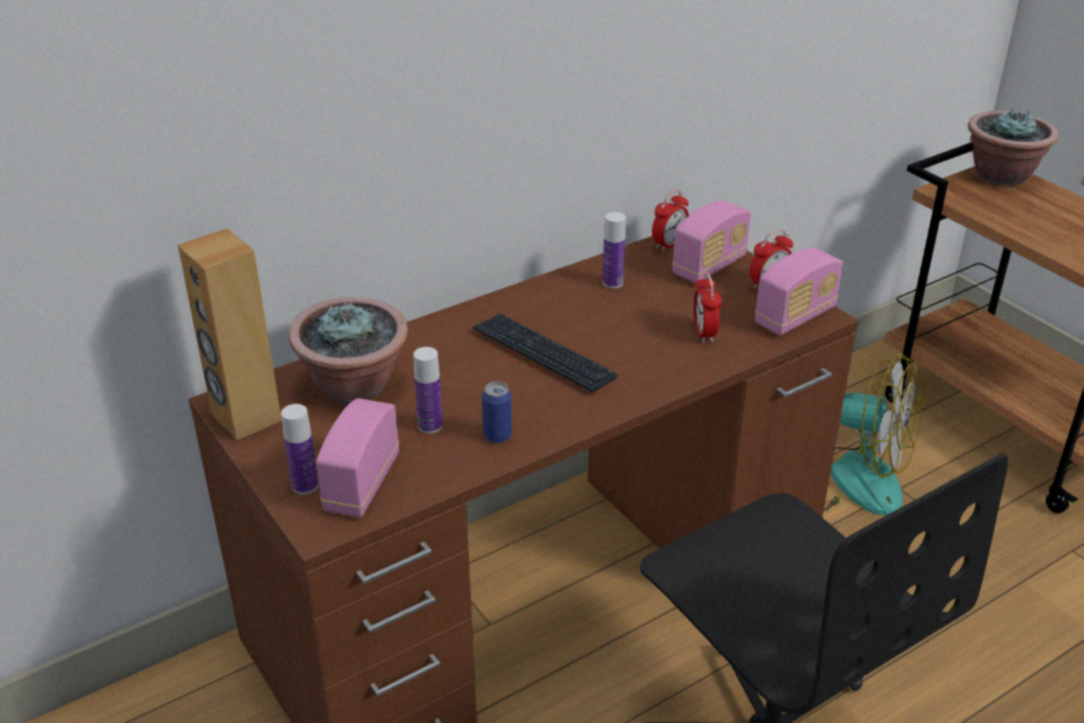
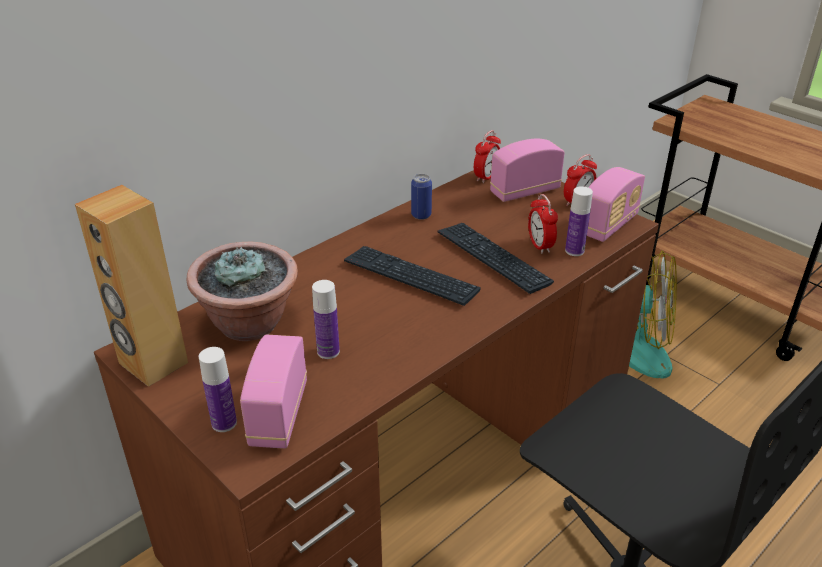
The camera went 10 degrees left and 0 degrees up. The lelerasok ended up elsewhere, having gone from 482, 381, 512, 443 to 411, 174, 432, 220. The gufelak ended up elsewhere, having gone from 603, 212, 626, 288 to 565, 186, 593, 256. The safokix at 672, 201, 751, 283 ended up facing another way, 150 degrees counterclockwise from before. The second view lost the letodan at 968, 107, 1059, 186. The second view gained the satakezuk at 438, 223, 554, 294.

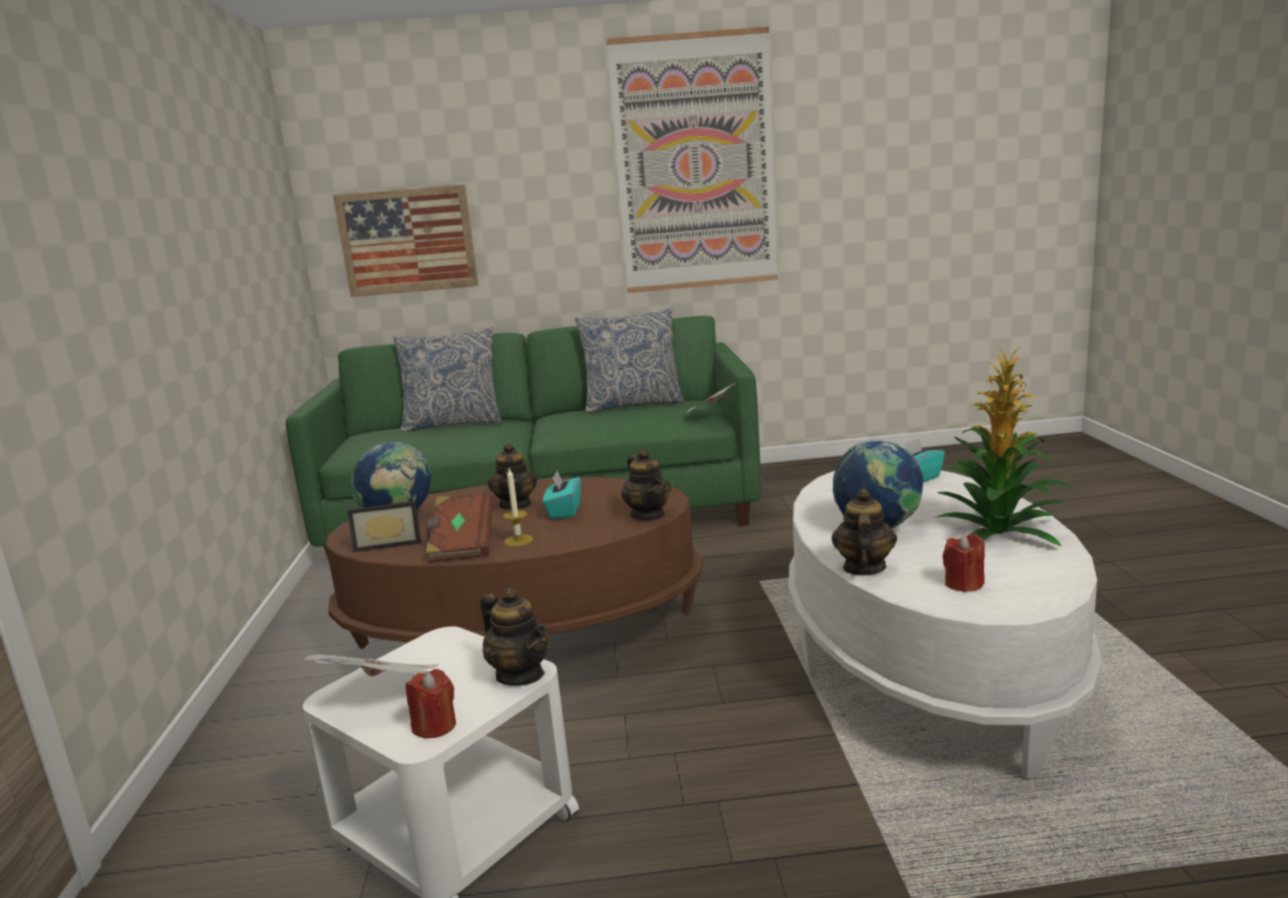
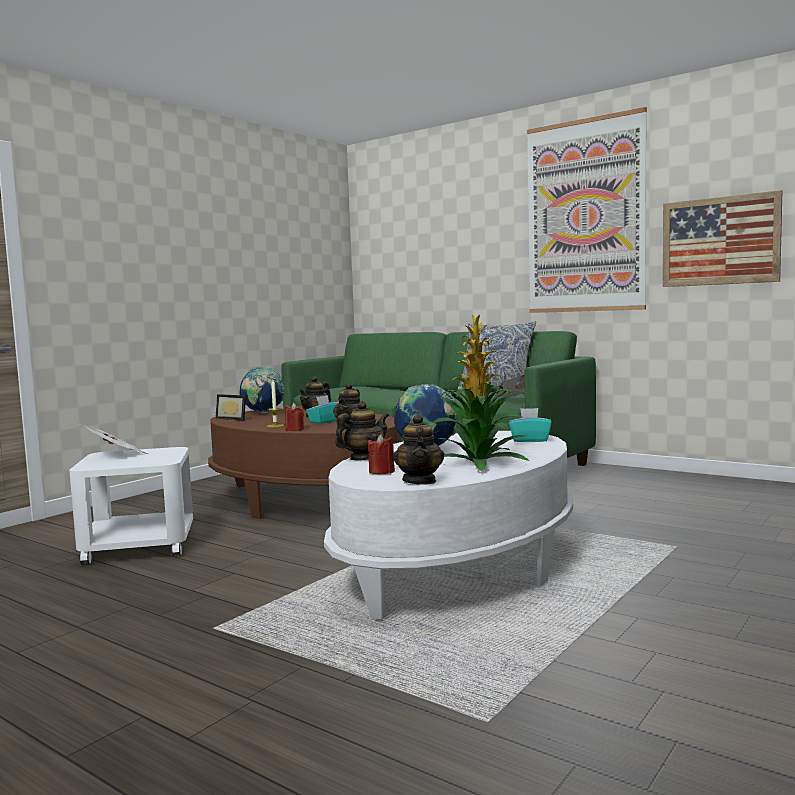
The camera went 40 degrees right and 10 degrees down. The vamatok ended up elsewhere, having gone from 333, 184, 478, 297 to 663, 190, 782, 287. The second view lost the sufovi at 393, 327, 503, 432. The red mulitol ended up elsewhere, having gone from 406, 669, 456, 738 to 285, 403, 304, 431. The second view lost the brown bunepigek at 425, 493, 494, 563. The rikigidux ended up elsewhere, having gone from 480, 588, 549, 686 to 393, 414, 444, 485.

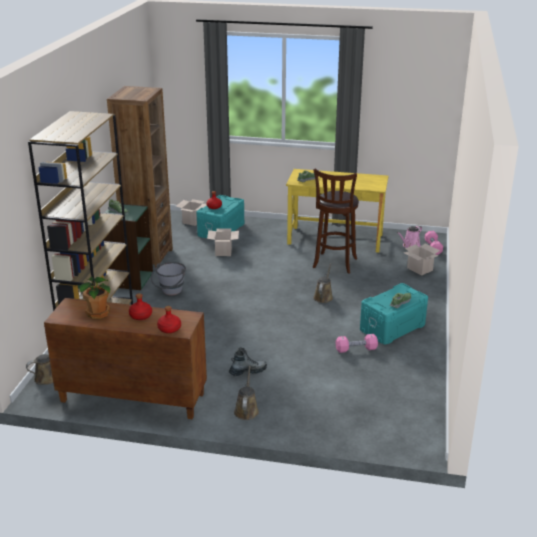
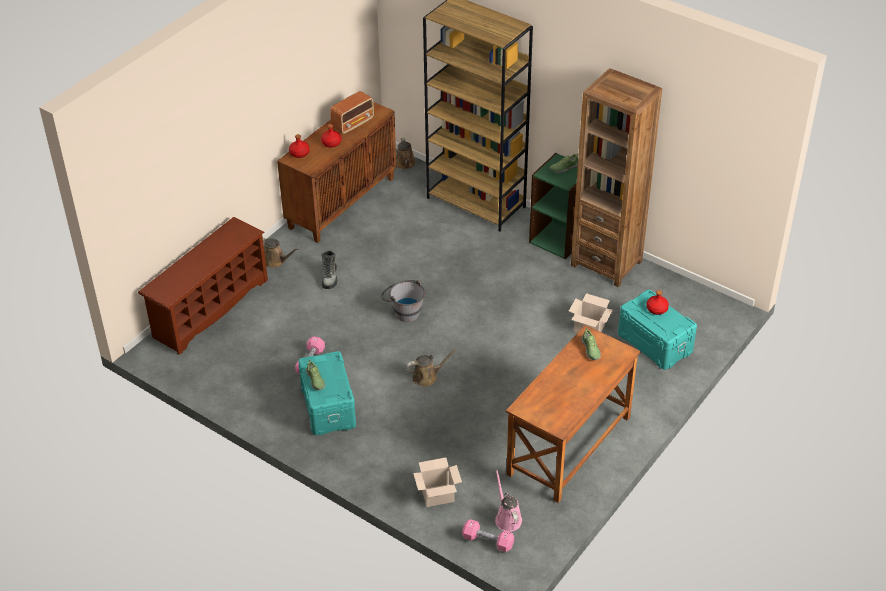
The camera went 115 degrees right and 15 degrees up. Where the letodan stood at 79, 277, 111, 319, the safokix came to stand at 330, 91, 374, 134. The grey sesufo ended up elsewhere, having gone from 151, 262, 186, 295 to 381, 280, 425, 322. The second view lost the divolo at 175, 199, 207, 226. What was the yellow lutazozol at 286, 169, 388, 253 turned into the brown lutazozol at 506, 325, 641, 503. The second view lost the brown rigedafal at 313, 168, 359, 274. The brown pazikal at 313, 263, 333, 303 ended up facing another way, 60 degrees counterclockwise from before. The second view gained the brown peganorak at 138, 217, 268, 355.

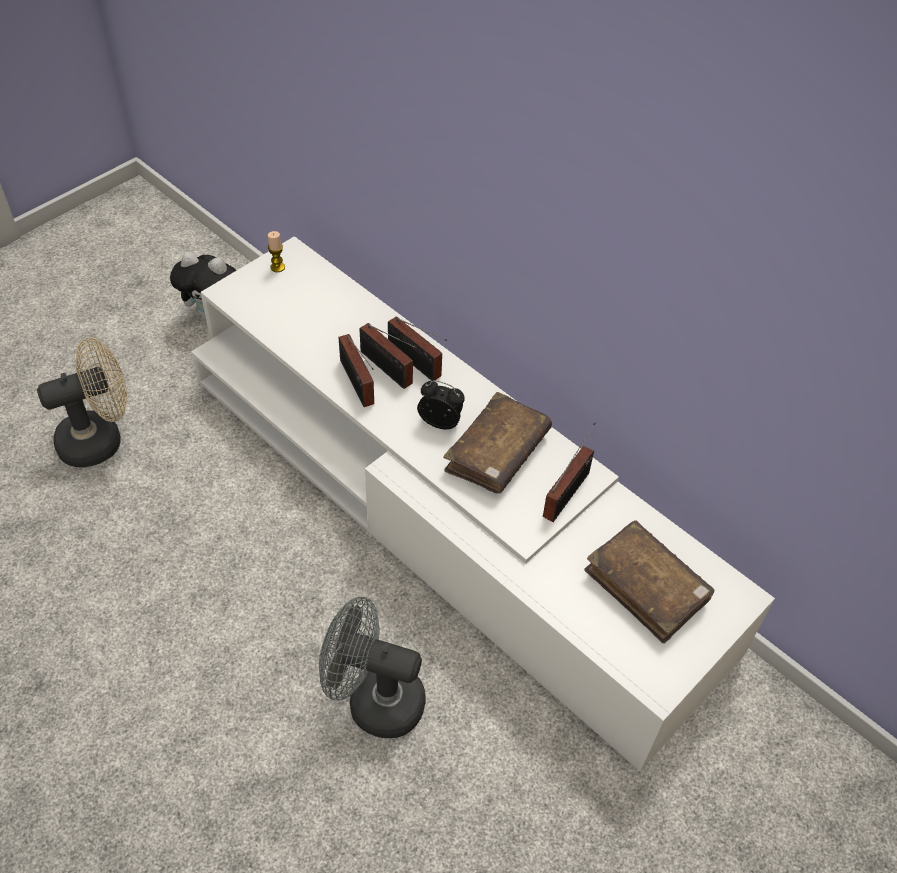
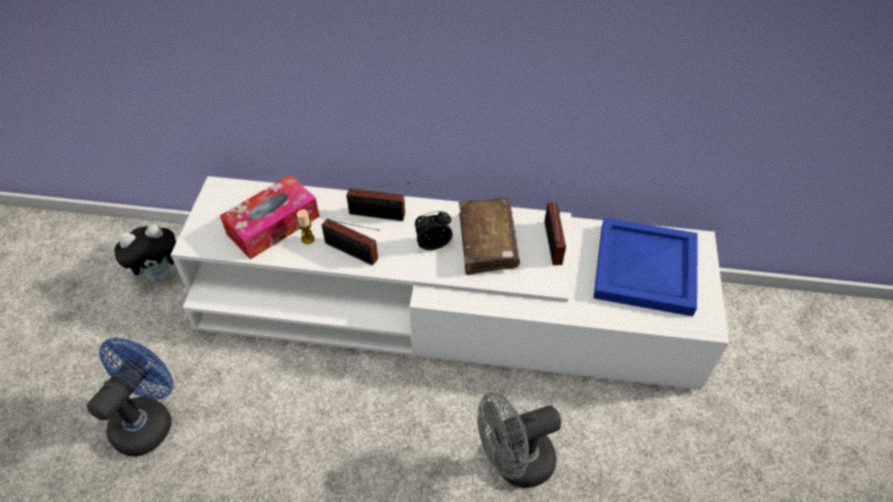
The camera went 35 degrees left and 0 degrees up. What was the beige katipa at 37, 337, 127, 468 turned into the blue katipa at 87, 338, 174, 456. The mulitol ended up elsewhere, having gone from 268, 231, 285, 272 to 297, 209, 315, 244. The second view lost the safokix at 359, 323, 417, 389. Where the brown bunepigek stood at 584, 520, 715, 644, the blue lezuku came to stand at 593, 218, 698, 316. The second view gained the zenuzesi at 220, 174, 319, 260.

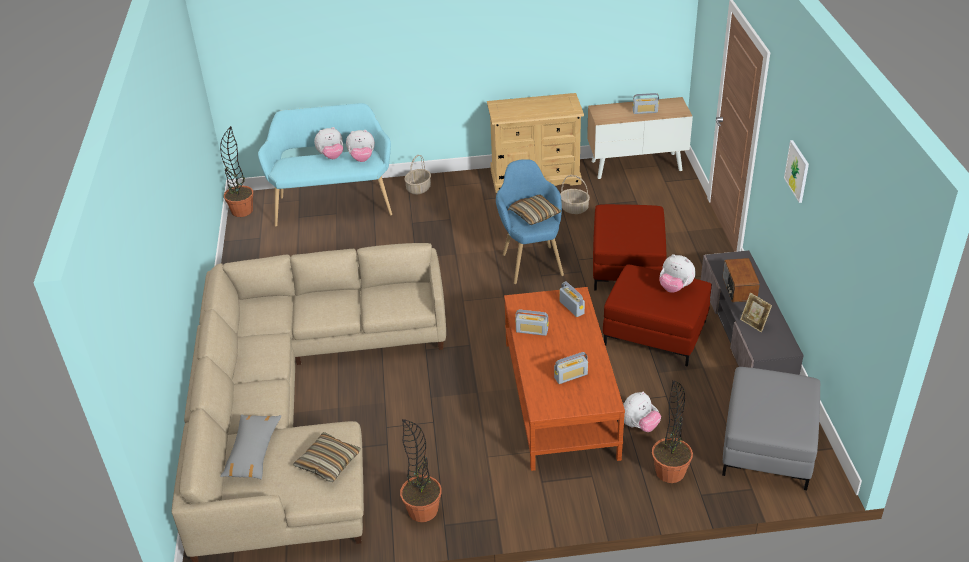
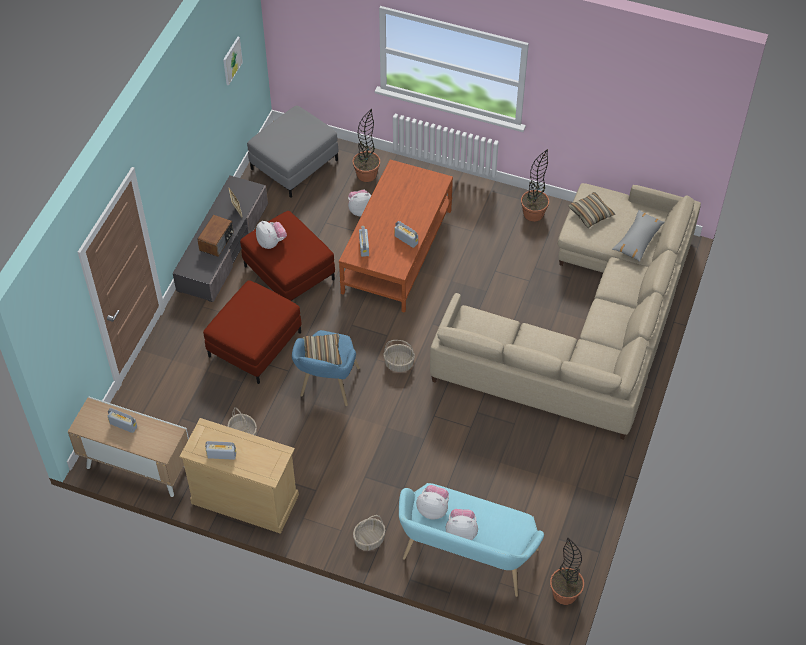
The camera went 155 degrees left and 15 degrees up. The safokix ended up elsewhere, having gone from 554, 352, 588, 384 to 205, 441, 236, 460. The vamatok ended up elsewhere, having gone from 784, 140, 809, 203 to 223, 37, 243, 86. The second view gained the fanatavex at 384, 340, 415, 372.

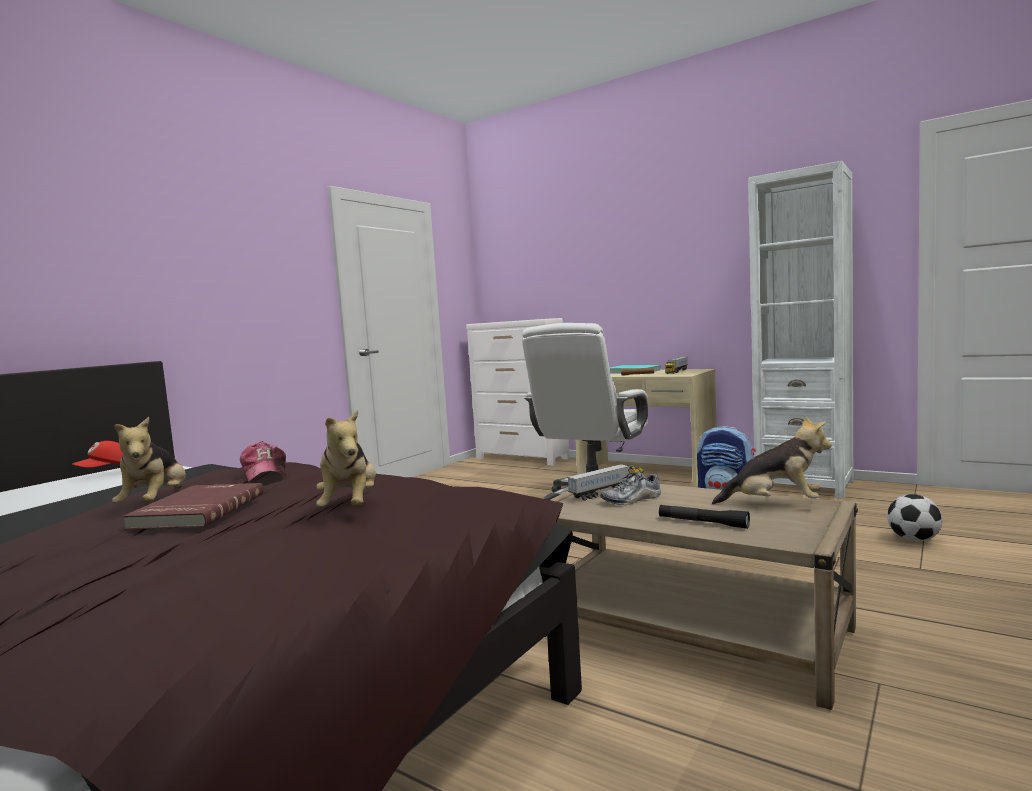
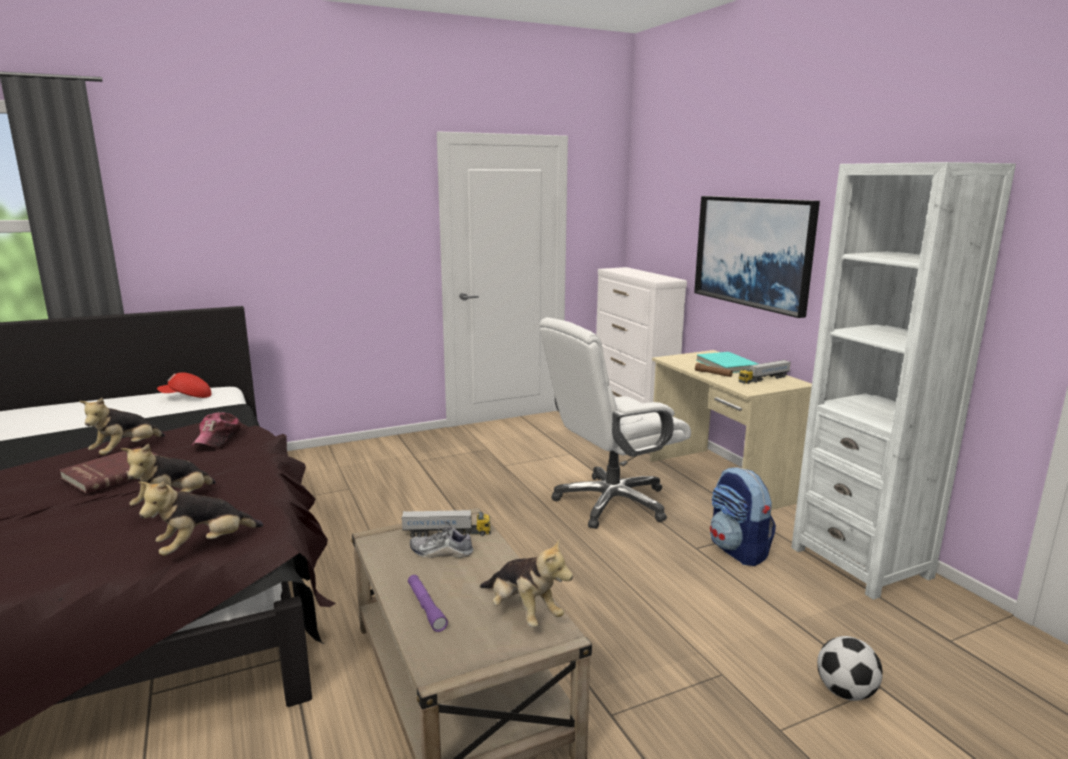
The camera went 30 degrees right and 10 degrees up. What was the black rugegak at 659, 505, 750, 529 turned into the purple rugegak at 408, 575, 448, 632. The second view gained the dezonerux at 139, 481, 263, 556. The second view gained the vamatok at 694, 196, 820, 318.

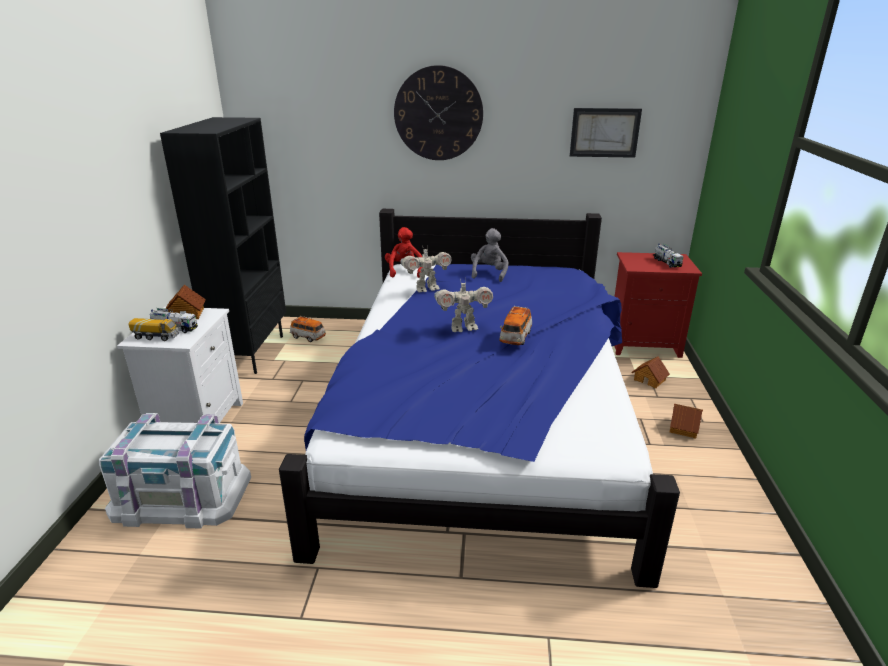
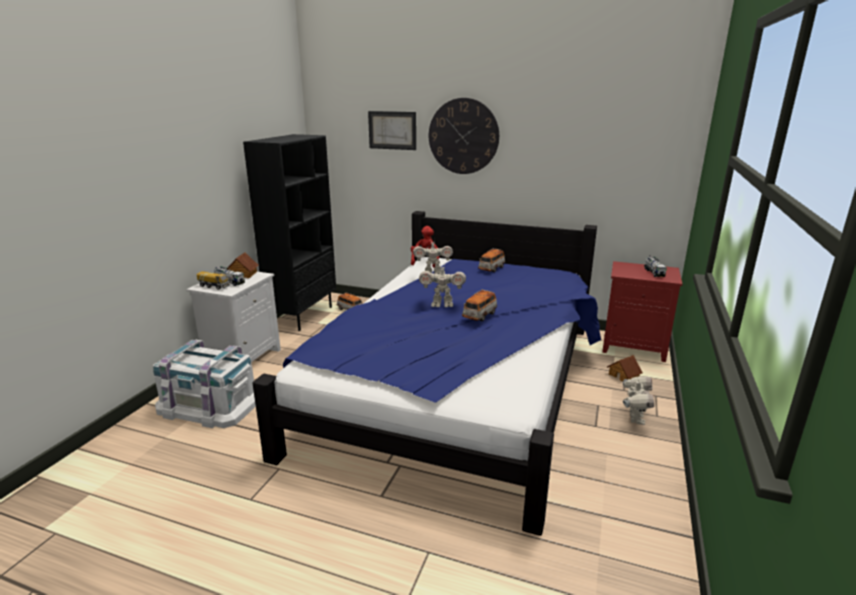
The camera went 15 degrees right and 5 degrees down. Where the grey dezonerux stood at 471, 228, 508, 282, the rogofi came to stand at 478, 248, 505, 272. The vamatok ended up elsewhere, having gone from 570, 108, 642, 158 to 368, 111, 416, 150. Where the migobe stood at 670, 404, 703, 438, the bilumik came to stand at 623, 376, 654, 425.

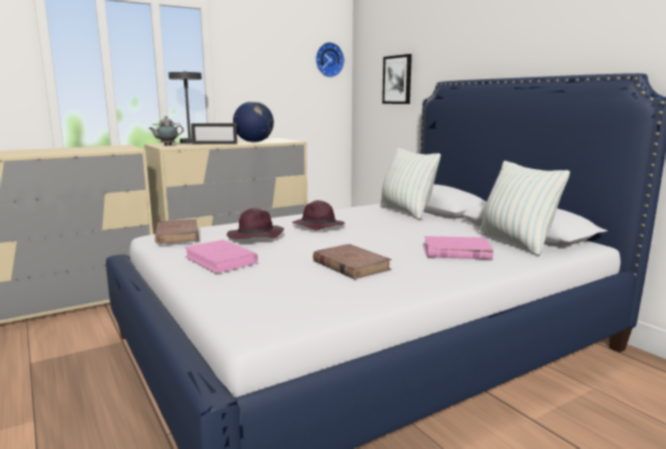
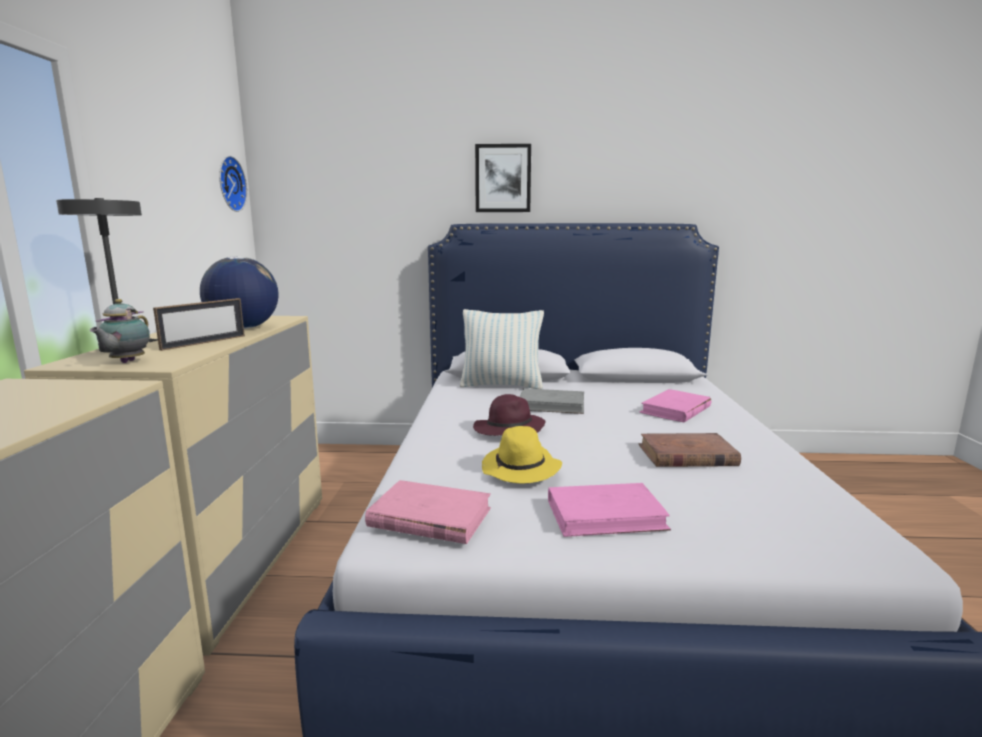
The camera went 55 degrees left and 0 degrees up. What was the brown bunepigek at 155, 219, 199, 244 turned into the pink bunepigek at 365, 480, 491, 544. What was the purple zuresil at 227, 208, 284, 239 turned into the yellow zuresil at 482, 426, 562, 484. The vamatok ended up elsewhere, having gone from 382, 54, 412, 104 to 475, 144, 531, 212. The second view lost the sufovi at 478, 161, 570, 256. The second view gained the grey bunepigek at 520, 388, 584, 414.

